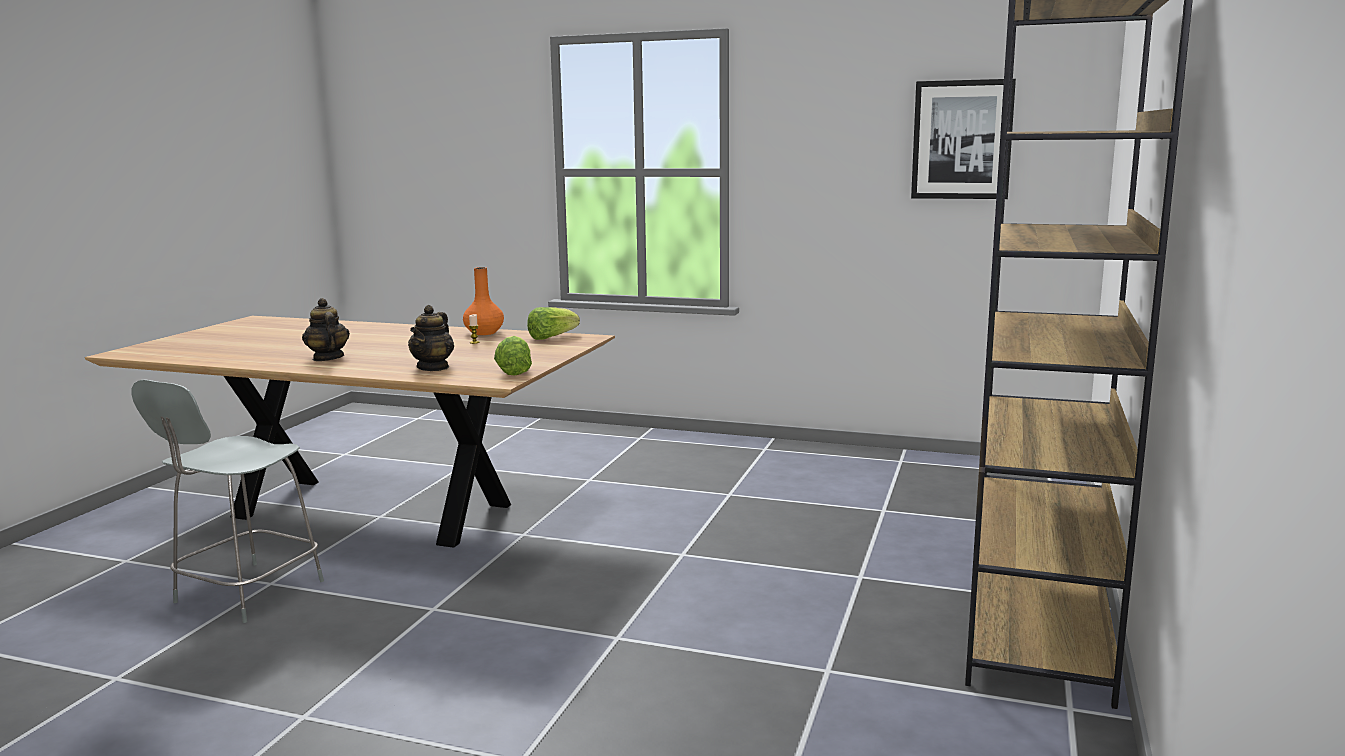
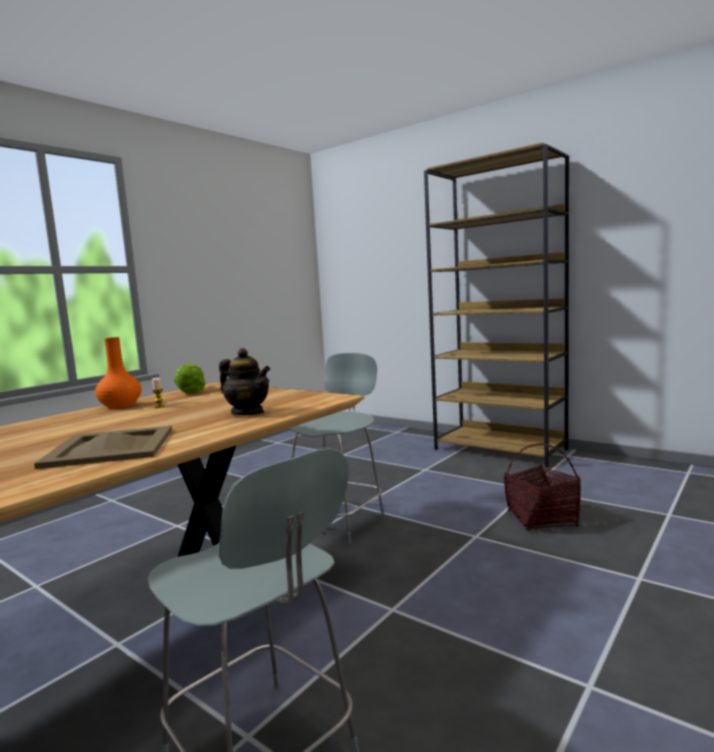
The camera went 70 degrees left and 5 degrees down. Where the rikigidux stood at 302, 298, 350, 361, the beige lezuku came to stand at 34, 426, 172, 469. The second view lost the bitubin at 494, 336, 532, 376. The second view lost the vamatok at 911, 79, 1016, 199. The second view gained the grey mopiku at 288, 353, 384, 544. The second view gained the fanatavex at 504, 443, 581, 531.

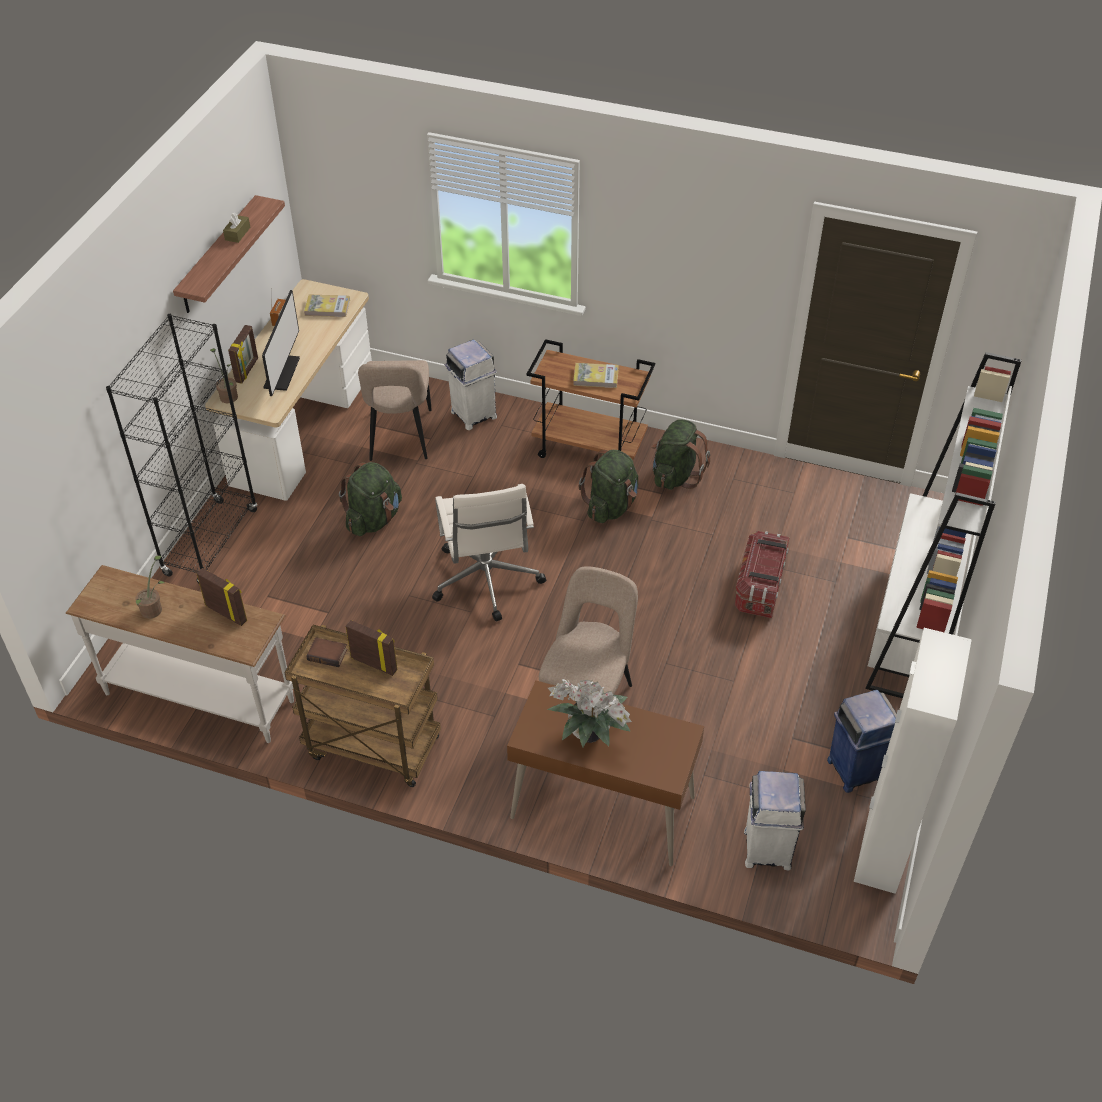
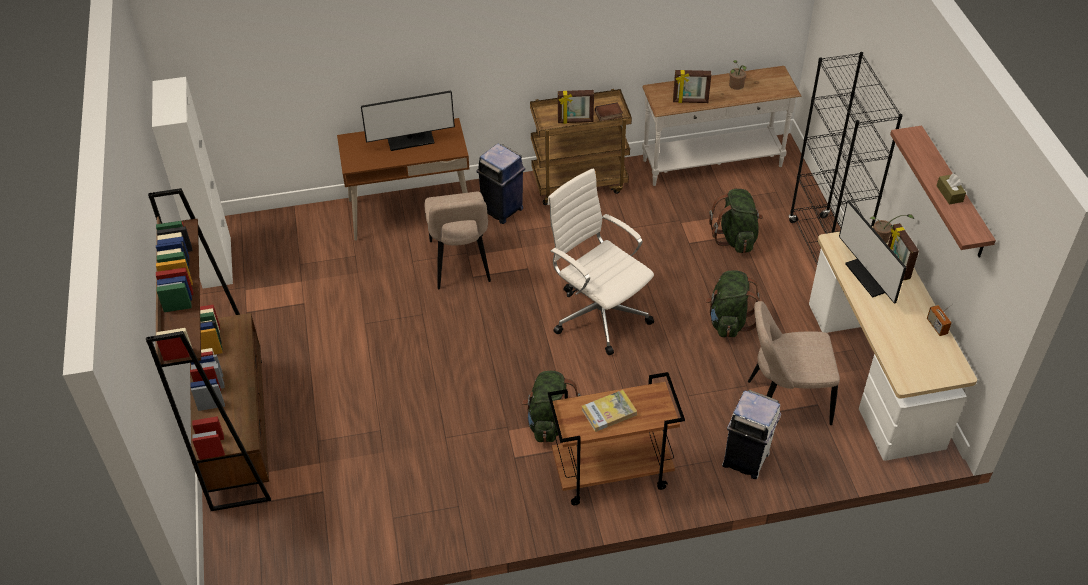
The camera went 150 degrees right and 0 degrees up. The second view lost the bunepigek at 304, 295, 350, 317. The beige mopiku at 358, 360, 432, 461 ended up facing another way, 60 degrees counterclockwise from before. Where the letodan stood at 547, 679, 632, 748, the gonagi came to stand at 361, 91, 455, 151. The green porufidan ended up elsewhere, having gone from 652, 419, 710, 490 to 709, 189, 763, 253. The second view lost the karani at 735, 531, 790, 618. The second view lost the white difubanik at 744, 771, 806, 871. The blue difubanik ended up elsewhere, having gone from 827, 690, 897, 793 to 477, 144, 525, 224. What was the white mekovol at 865, 352, 1022, 698 turned into the brown mekovol at 146, 188, 271, 511.

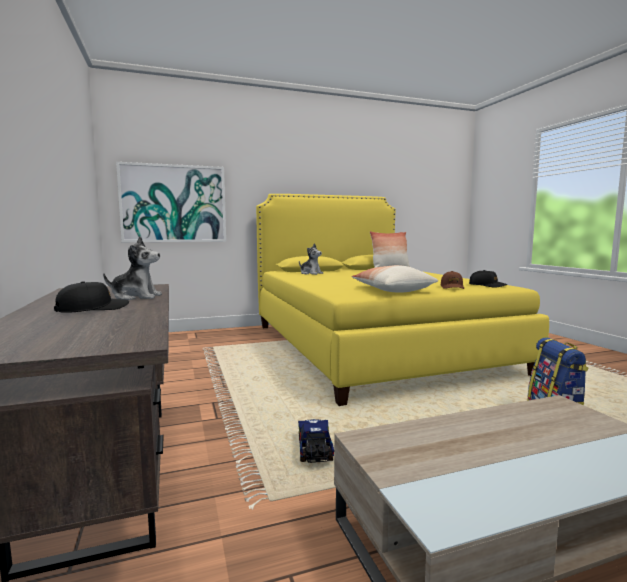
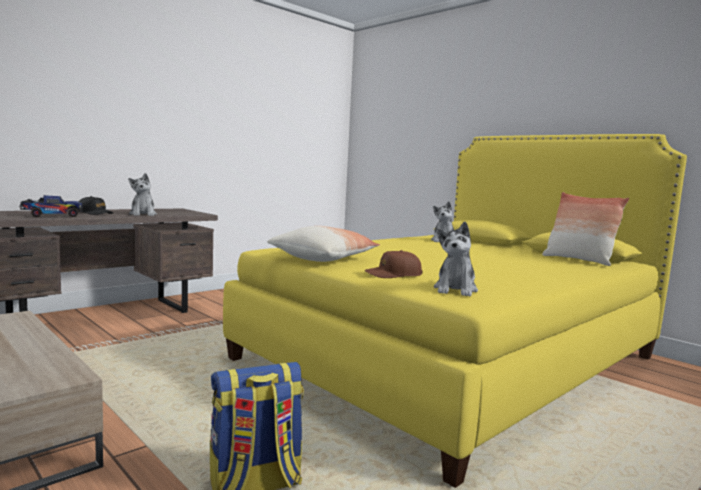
The camera went 65 degrees right and 0 degrees up. The second view lost the vamatok at 116, 162, 226, 242. The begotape ended up elsewhere, having gone from 298, 419, 334, 463 to 20, 195, 82, 217. Where the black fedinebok stood at 469, 270, 508, 287, the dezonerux came to stand at 434, 222, 478, 296.

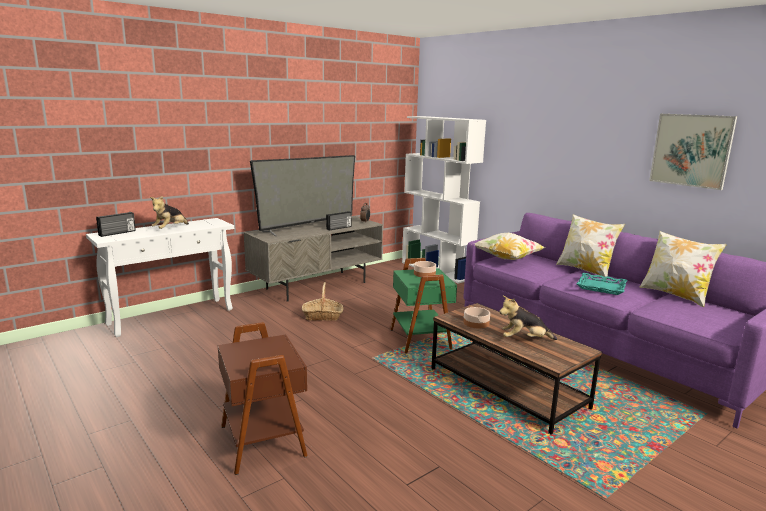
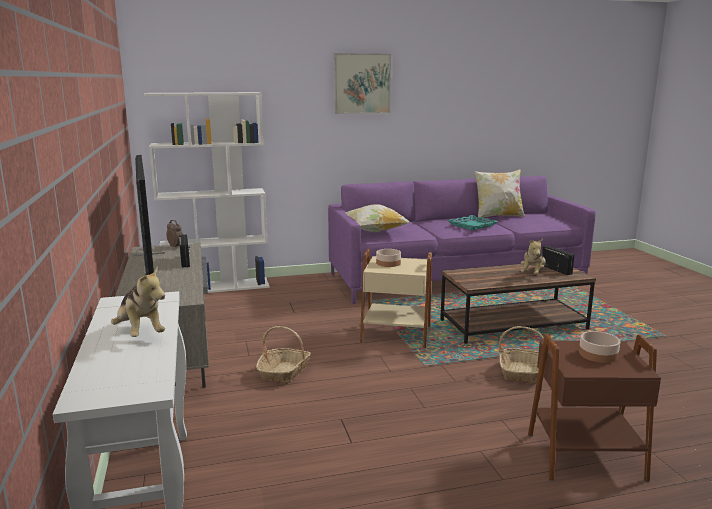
The camera went 65 degrees left and 0 degrees up. The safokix ended up elsewhere, having gone from 96, 212, 136, 237 to 542, 246, 574, 275. What was the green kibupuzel at 390, 258, 457, 354 turned into the beige kibupuzel at 360, 249, 432, 348. The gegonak ended up elsewhere, having gone from 464, 307, 490, 329 to 579, 331, 620, 363. The second view lost the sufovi at 556, 214, 625, 277. The vamatok ended up elsewhere, having gone from 649, 114, 737, 190 to 334, 53, 391, 114. The second view gained the fanatavex at 499, 326, 544, 385.

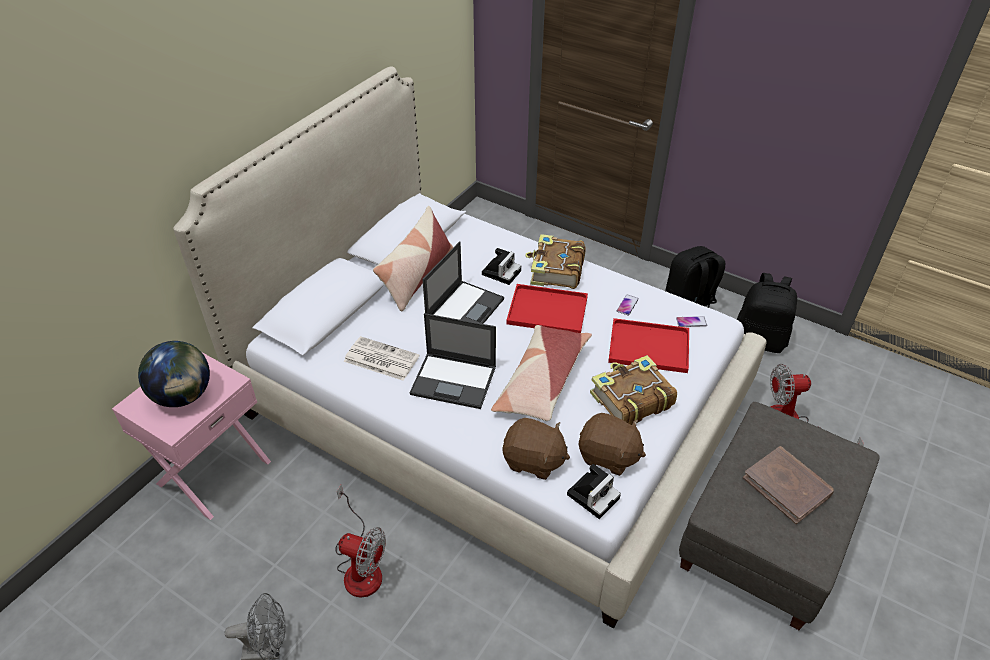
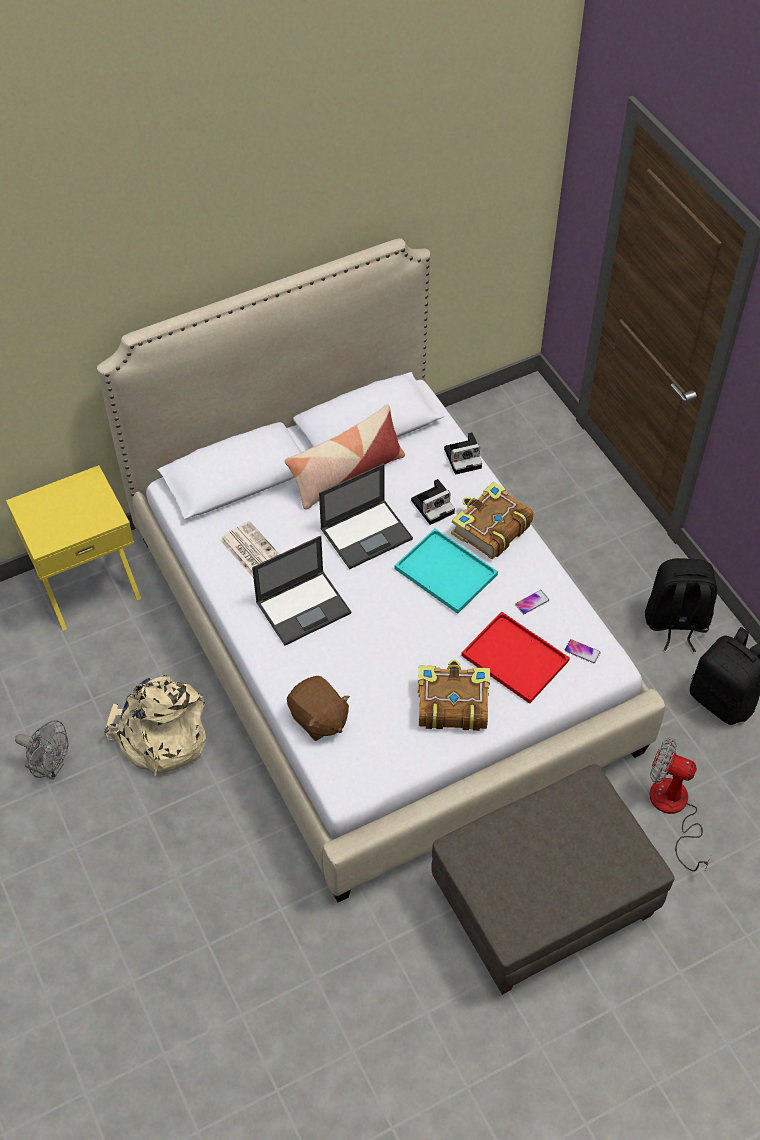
The camera went 30 degrees right and 10 degrees up. What was the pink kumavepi at 112, 353, 271, 520 turned into the yellow kumavepi at 6, 465, 141, 631. The second view lost the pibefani at 138, 341, 210, 407. Where the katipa stood at 335, 484, 386, 598, the beige porufidan came to stand at 104, 675, 206, 776. The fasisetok at 410, 313, 496, 409 ended up facing another way, 75 degrees counterclockwise from before. The second view lost the sufovi at 491, 325, 592, 421. What was the red lezuku at 506, 284, 588, 333 turned into the turquoise lezuku at 395, 528, 498, 614. The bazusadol ended up elsewhere, having gone from 567, 464, 621, 519 to 444, 432, 482, 475. The second view lost the brown dezonerux at 579, 413, 646, 476. The second view lost the brown bunepigek at 743, 446, 834, 524.

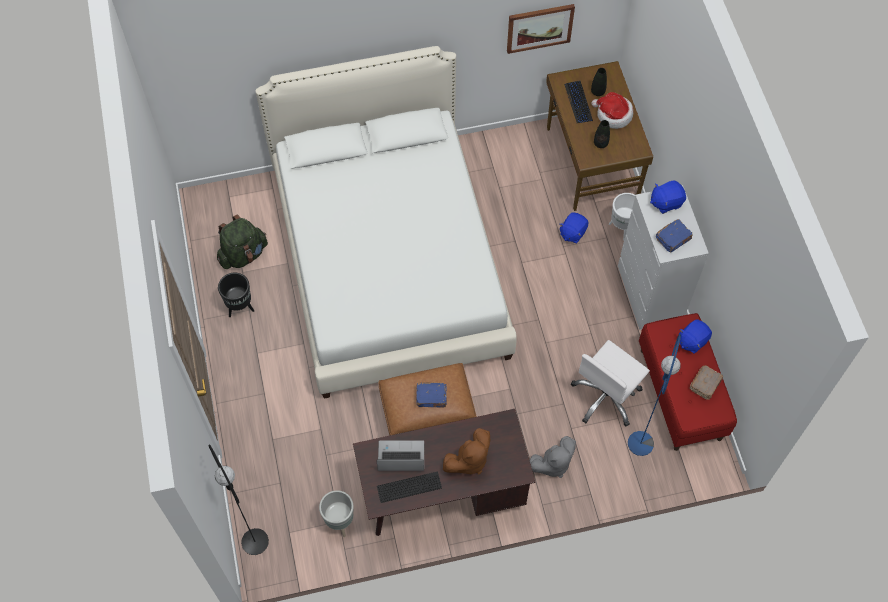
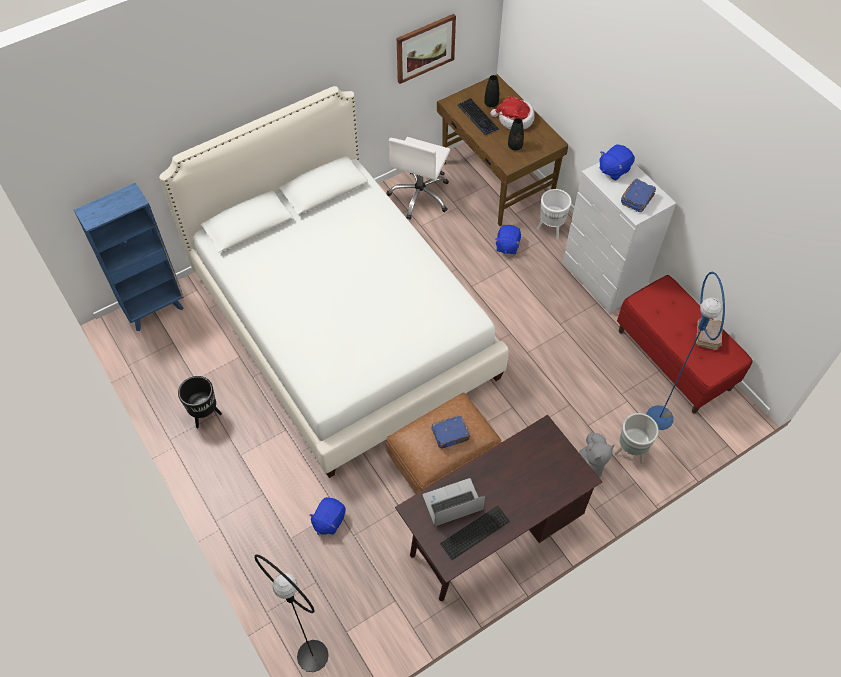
The camera went 20 degrees left and 5 degrees down. The second view lost the green porufidan at 217, 214, 268, 269. The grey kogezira ended up elsewhere, having gone from 319, 490, 354, 537 to 614, 413, 659, 464. The second view lost the brown dezonerux at 443, 428, 490, 474. The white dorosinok ended up elsewhere, having gone from 571, 340, 650, 427 to 387, 137, 450, 220. The blue dezonerux ended up elsewhere, having gone from 679, 319, 712, 354 to 309, 497, 346, 535. The second view gained the blue mekovol at 74, 183, 184, 331.

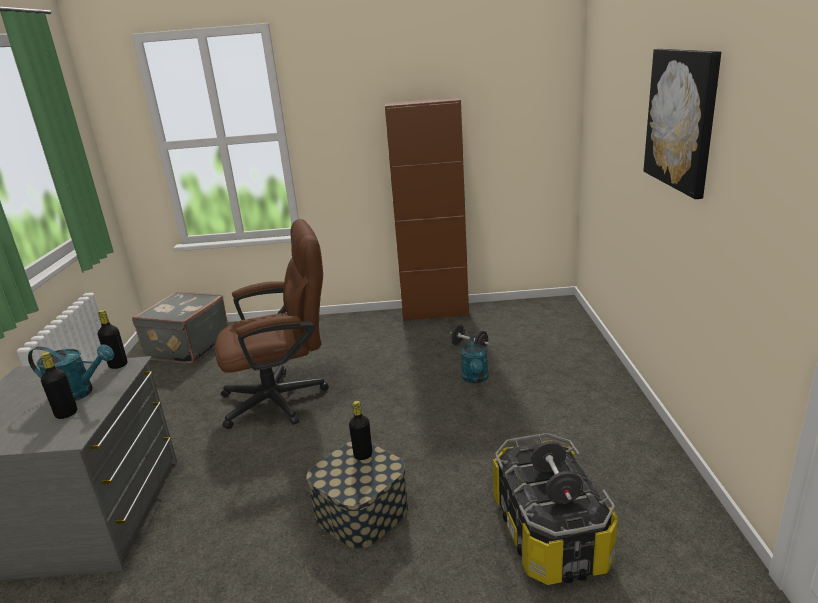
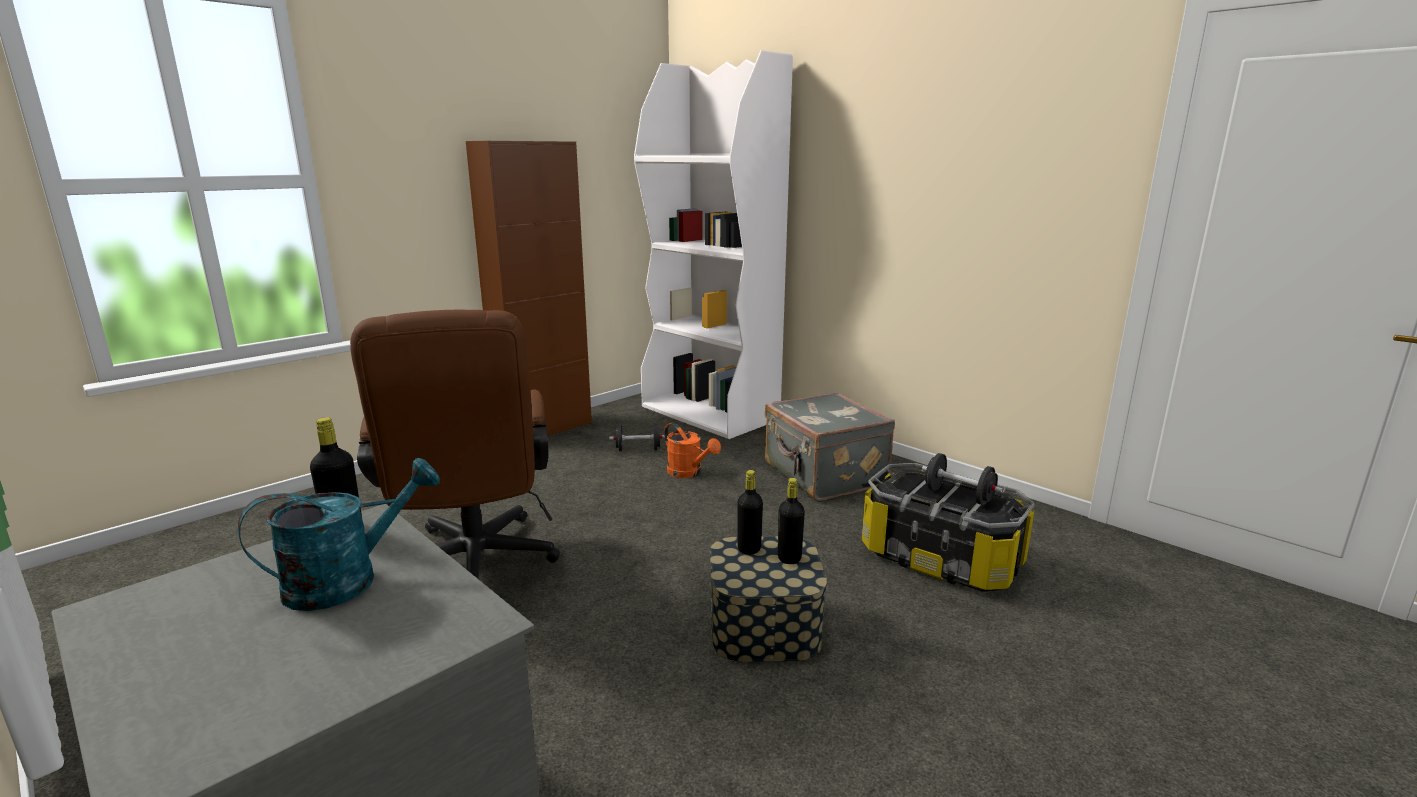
The camera went 45 degrees left and 5 degrees down. The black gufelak ended up elsewhere, having gone from 41, 352, 77, 419 to 778, 478, 805, 564. The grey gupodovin ended up elsewhere, having gone from 132, 291, 229, 364 to 765, 392, 895, 501. The brown dorosinok at 215, 219, 329, 429 ended up facing another way, 135 degrees clockwise from before. What was the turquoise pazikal at 460, 336, 488, 383 turned into the orange pazikal at 664, 423, 721, 478. The second view lost the vamatok at 644, 49, 721, 199. The second view gained the white mekovol at 634, 50, 793, 439.

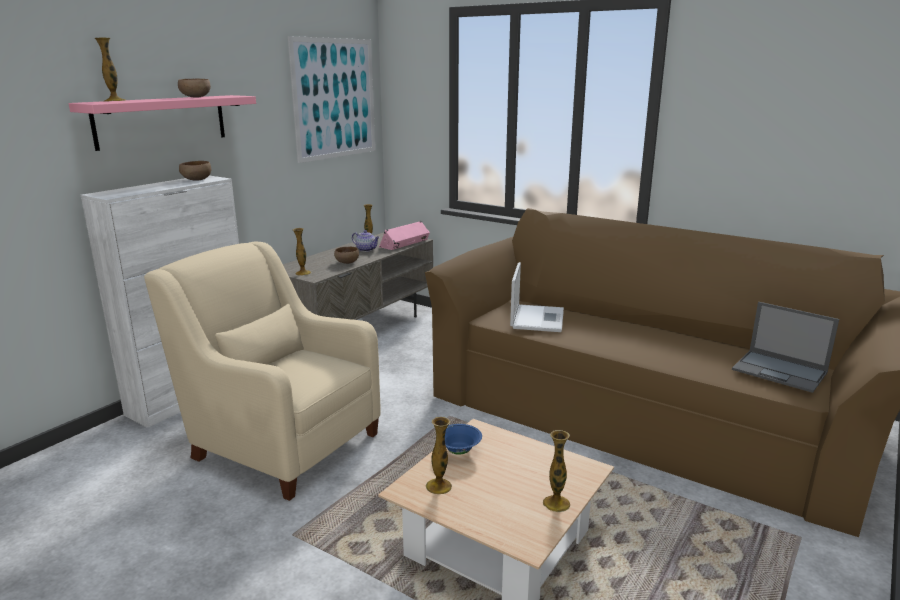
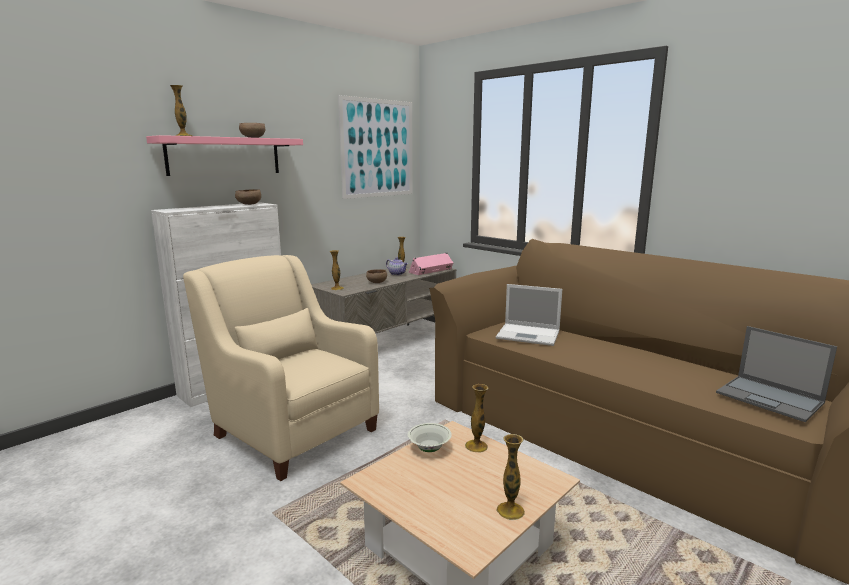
The camera went 10 degrees right and 5 degrees down. The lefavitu ended up elsewhere, having gone from 426, 417, 452, 494 to 465, 384, 488, 453. What was the blue gegonak at 445, 424, 482, 455 turned into the white gegonak at 408, 423, 452, 452. The fasisetok at 510, 262, 564, 332 ended up facing another way, 90 degrees clockwise from before.

